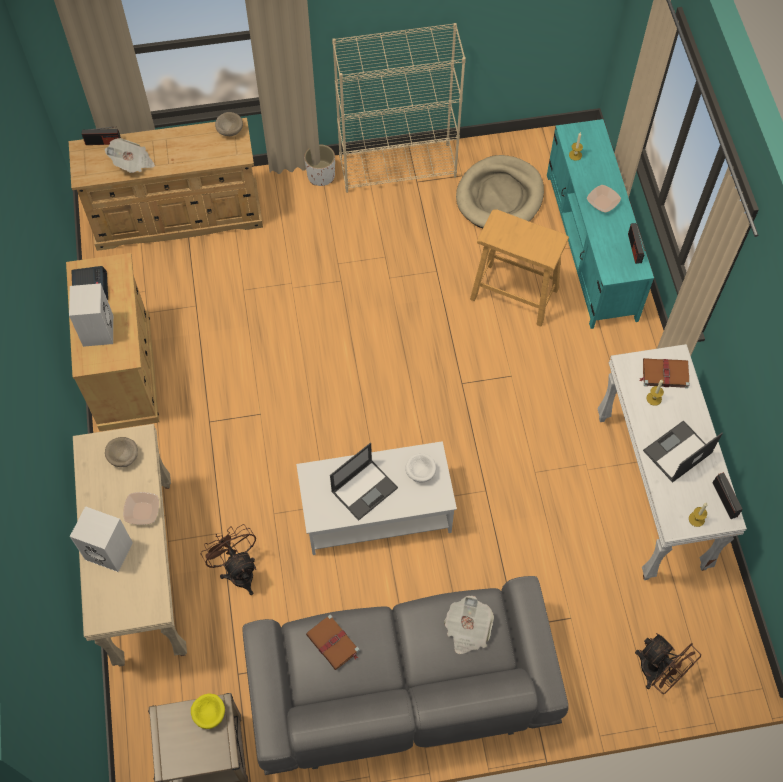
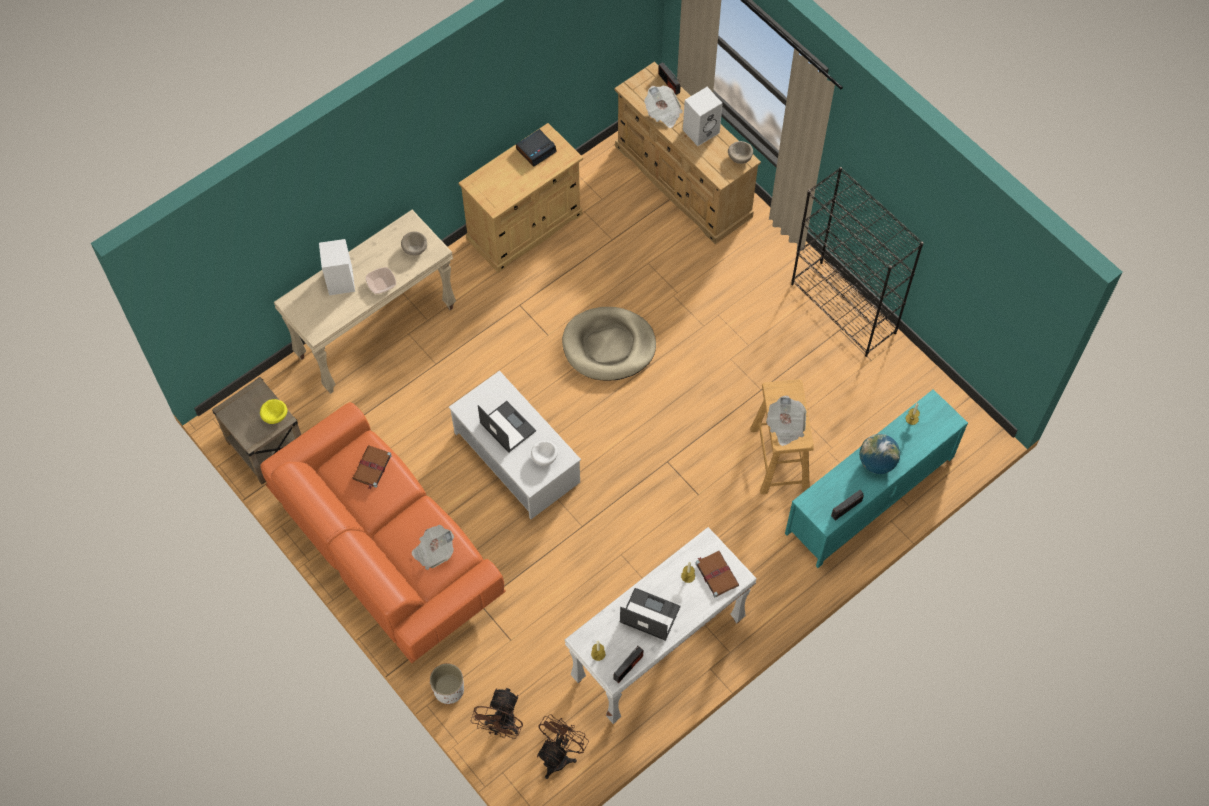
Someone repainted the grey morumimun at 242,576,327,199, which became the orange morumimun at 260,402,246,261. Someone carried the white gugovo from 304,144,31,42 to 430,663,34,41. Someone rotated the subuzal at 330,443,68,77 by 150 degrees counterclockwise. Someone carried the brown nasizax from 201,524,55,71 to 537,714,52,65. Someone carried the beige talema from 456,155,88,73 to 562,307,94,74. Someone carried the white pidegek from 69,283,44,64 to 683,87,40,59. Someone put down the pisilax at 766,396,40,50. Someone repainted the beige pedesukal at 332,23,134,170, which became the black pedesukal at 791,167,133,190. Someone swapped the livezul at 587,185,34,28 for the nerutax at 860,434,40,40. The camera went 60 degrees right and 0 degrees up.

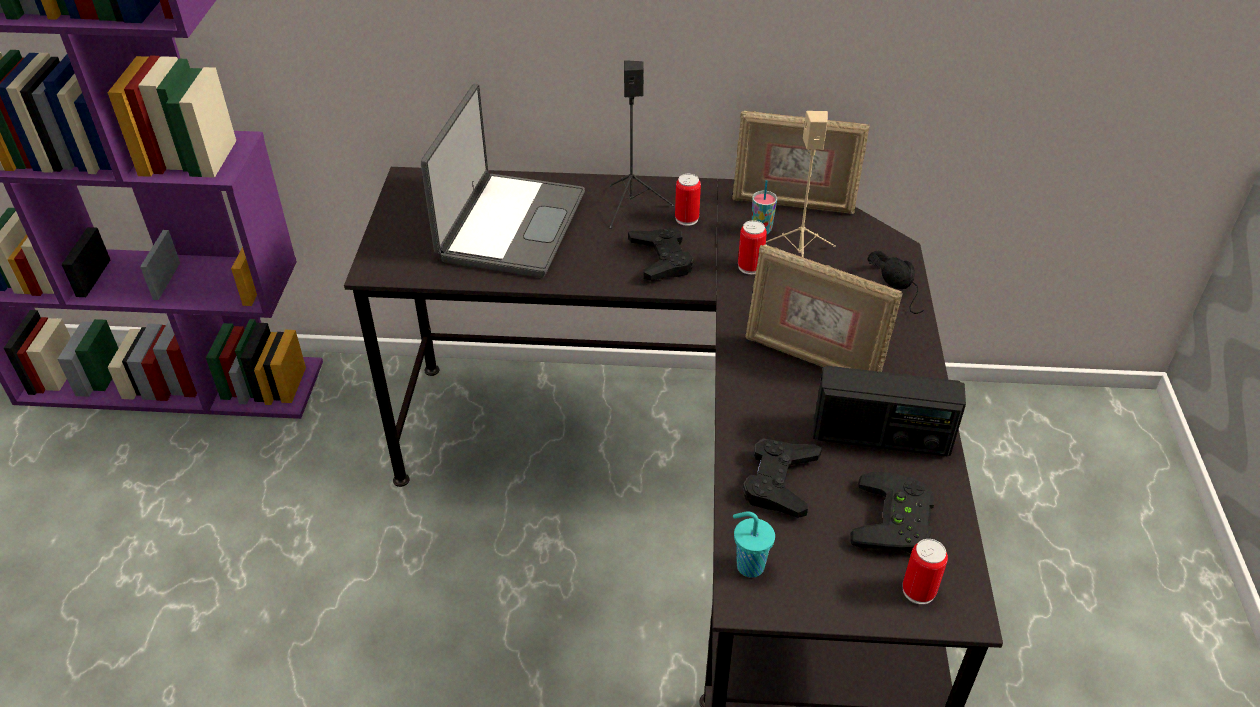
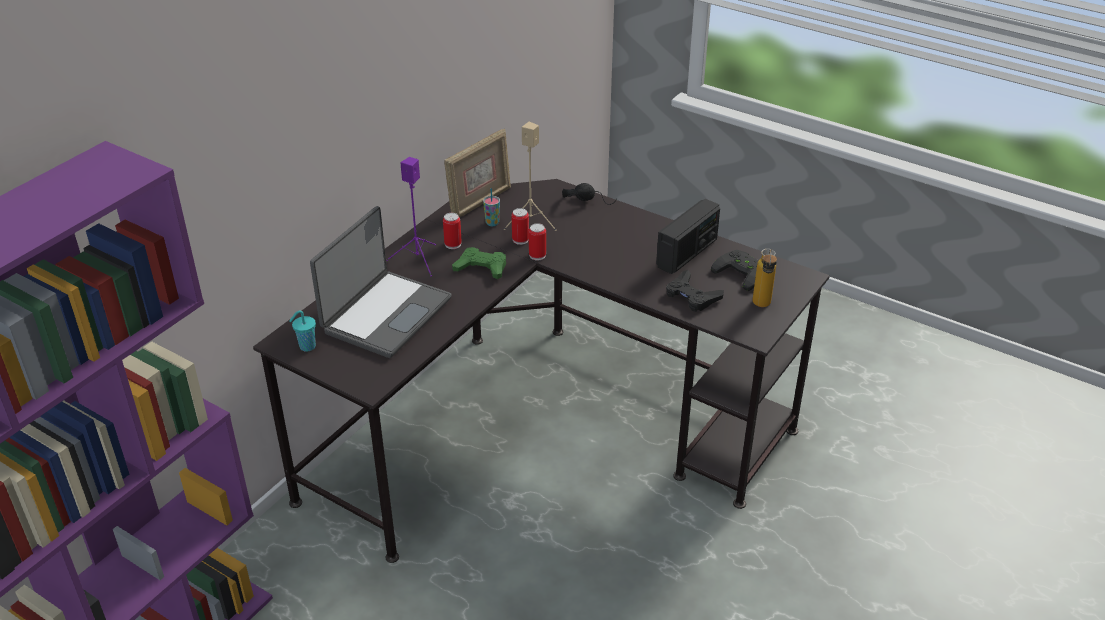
Someone carried the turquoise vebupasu from 733,511,42,67 to 289,310,27,42. Someone rotated the subuzal at 421,84,164,194 by 75 degrees clockwise. Someone repainted the black pidegek at 609,60,65,169, which became the purple pidegek at 386,157,50,119. Someone repainted the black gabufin at 628,227,66,54, which became the green gabufin at 452,247,54,32. Someone carried the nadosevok from 902,539,46,66 to 529,223,17,37. Someone put down the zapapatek at 753,249,24,58. Someone took away the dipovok at 745,244,157,128. The camera went 60 degrees left and 5 degrees down.

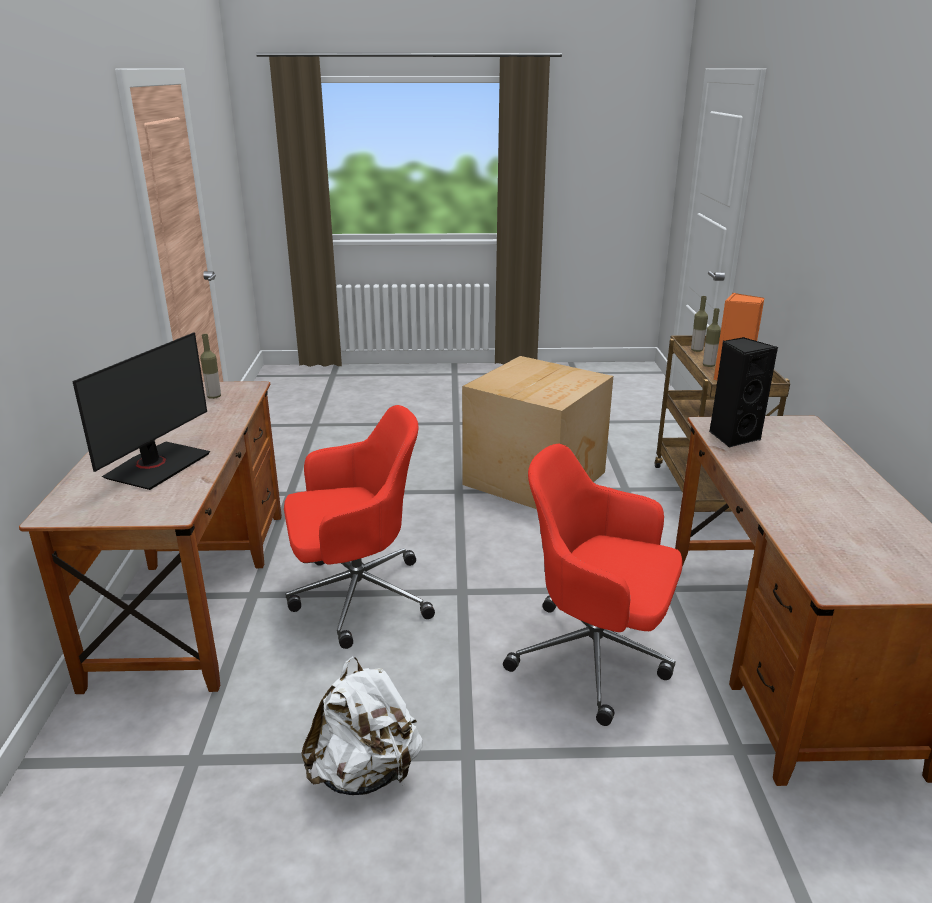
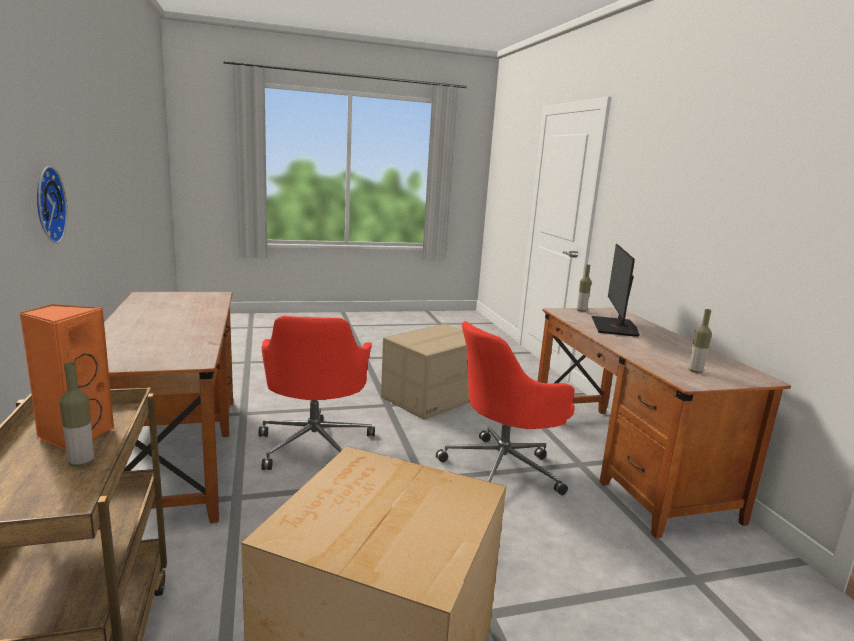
Someone put up the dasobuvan at 37,166,31,78. Someone rotated the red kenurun at 503,444,180,282 by 75 degrees clockwise. Someone swapped the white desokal at 301,656,122,139 for the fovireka at 381,324,89,96. Someone carried the zapapatek from 691,296,17,56 to 577,265,14,47. Someone took away the black pidegek at 710,337,68,111. The camera went 165 degrees right and 10 degrees down.

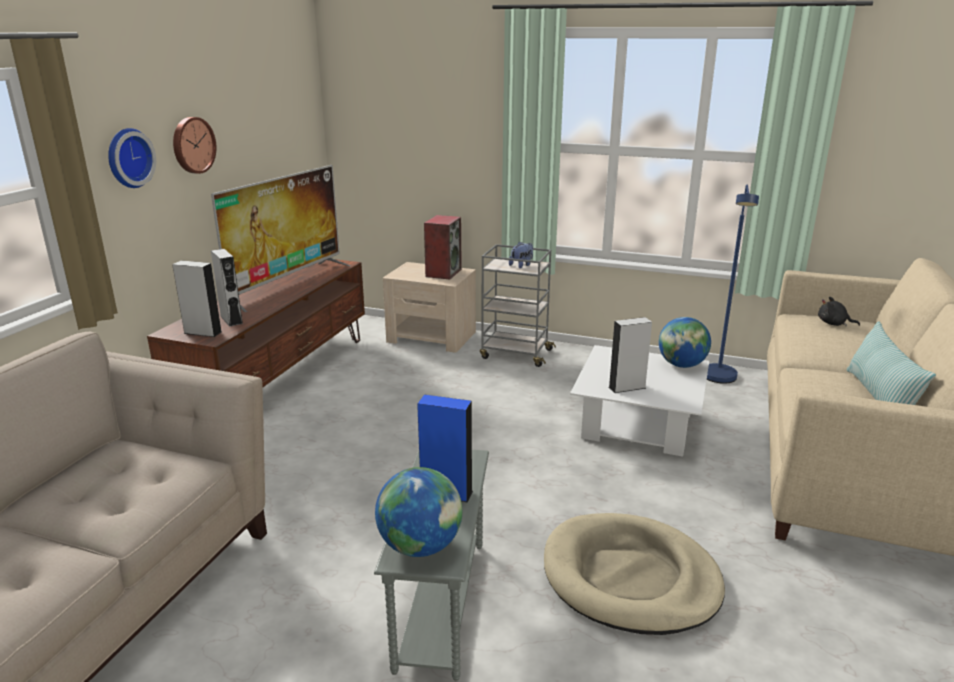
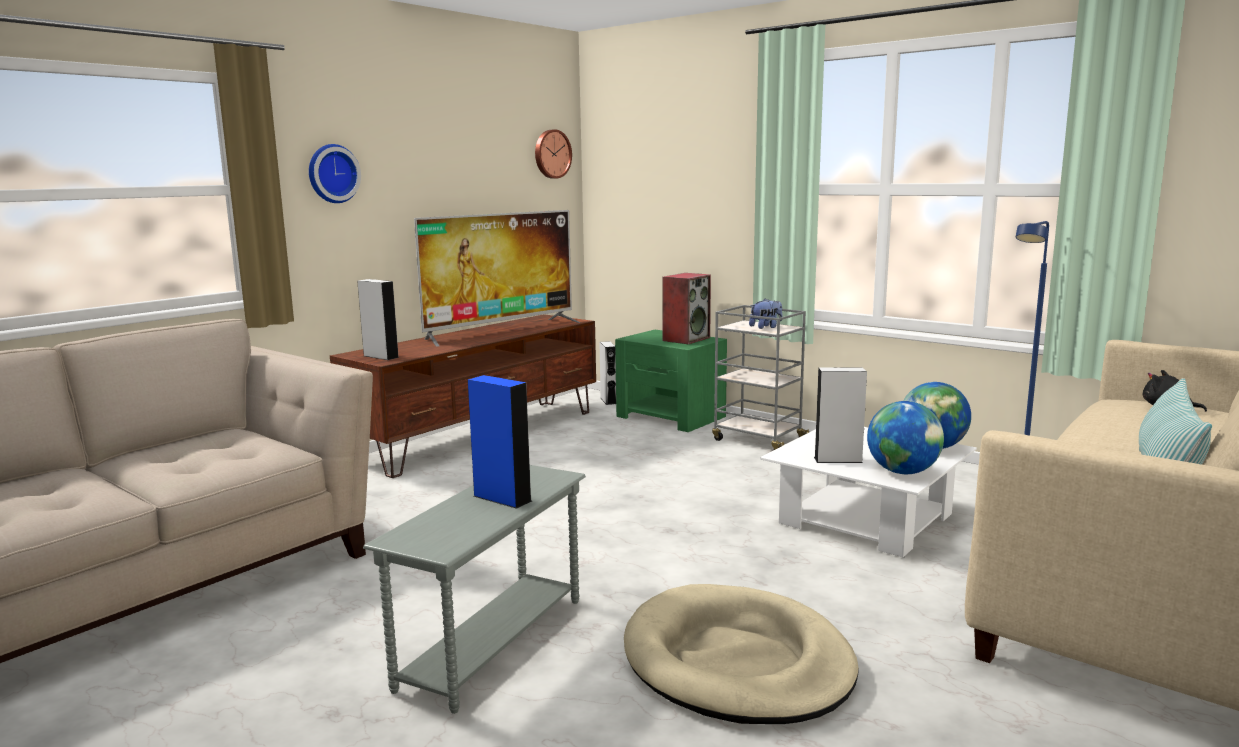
Someone carried the dasobuvan from 173,117,43,57 to 535,129,37,50. Someone carried the grey pidegek from 211,249,32,78 to 599,341,17,64. Someone repainted the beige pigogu at 383,262,93,91, which became the green pigogu at 615,330,112,102. Someone carried the nerutax from 375,467,87,90 to 867,401,77,73. The camera went 20 degrees right and 10 degrees down.

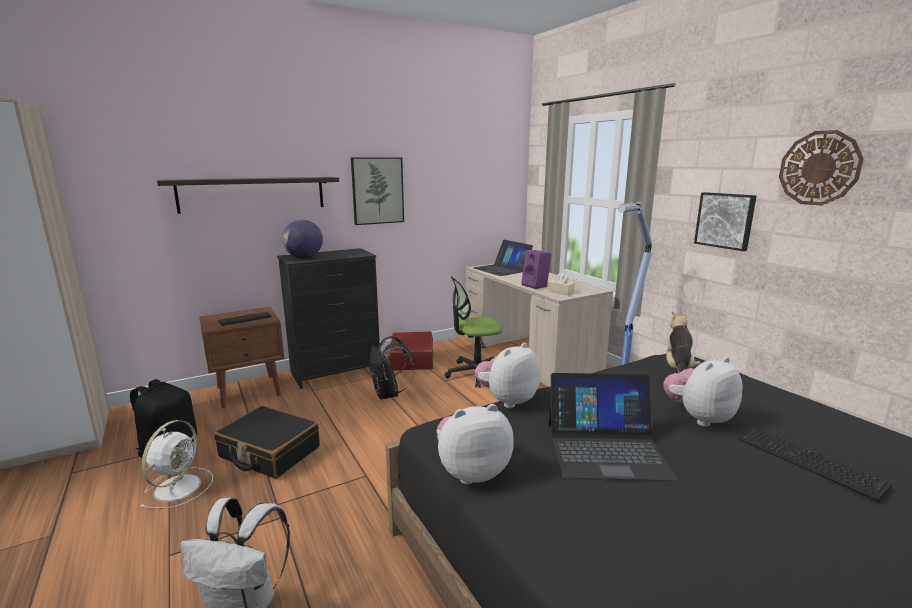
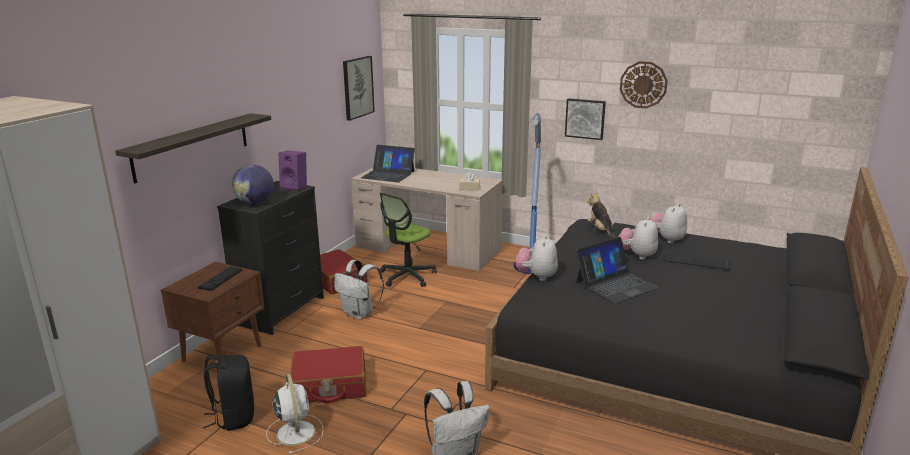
Someone carried the purple pidegek from 521,250,31,39 to 279,150,28,41. Someone repainted the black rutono at 214,406,106,73, which became the red rutono at 290,346,76,57. Someone repainted the black desokal at 369,336,46,64, which became the white desokal at 334,260,50,59. Someone carried the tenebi from 351,157,53,68 to 343,56,32,65. Someone carried the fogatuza from 437,404,77,81 to 649,204,38,39. The camera went 35 degrees left and 5 degrees up.

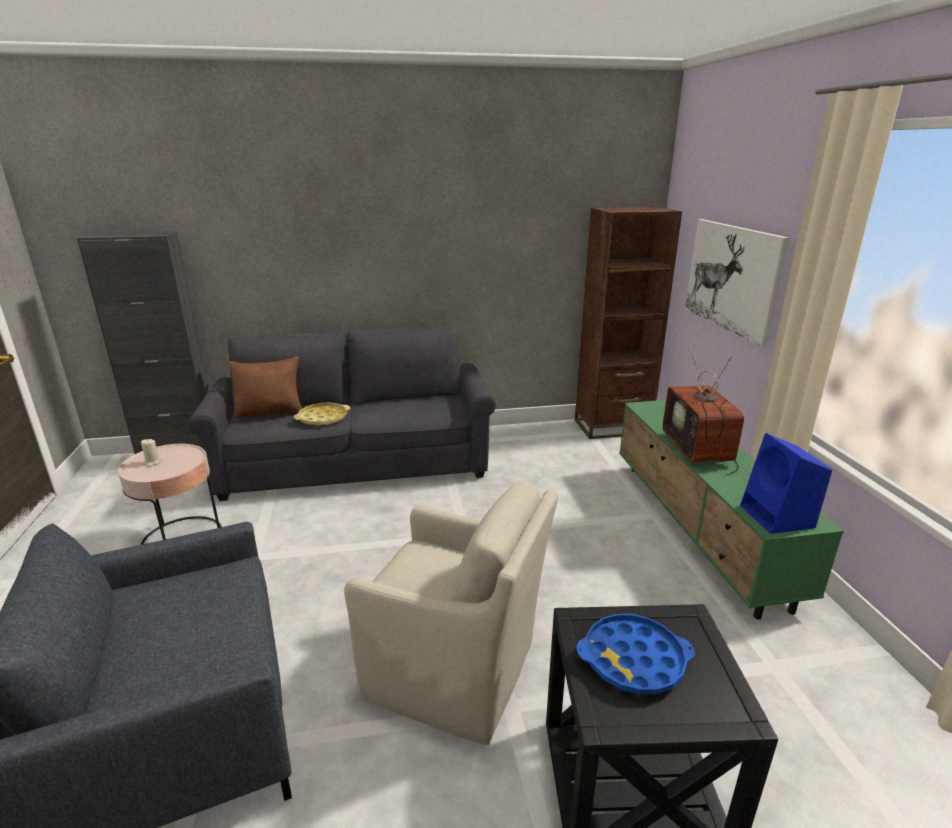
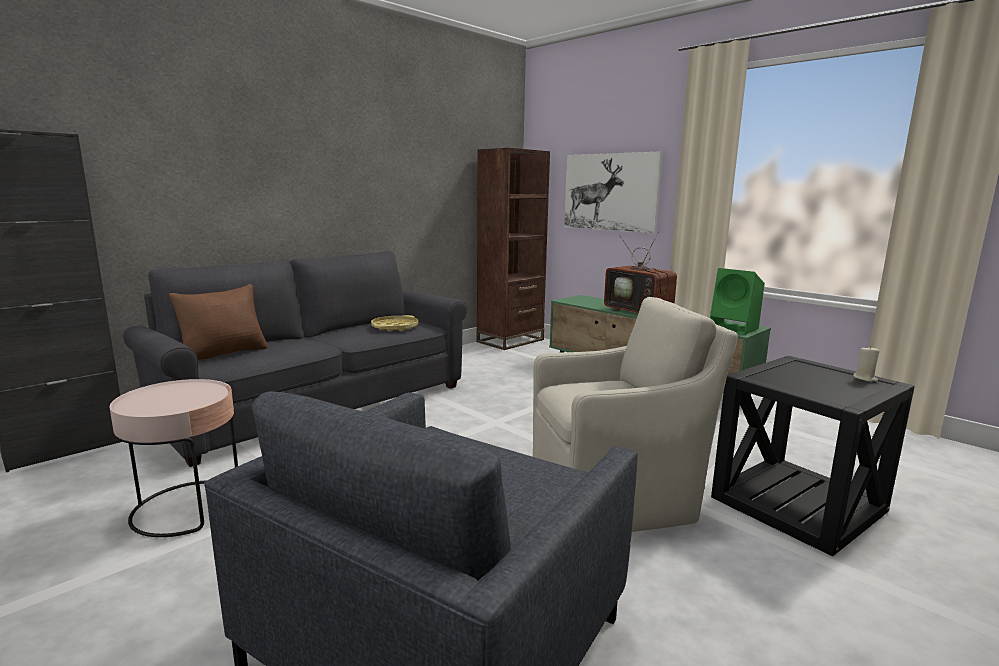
Someone carried the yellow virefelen from 294,402,56,24 to 371,315,47,16. Someone repainted the blue pidegek at 740,433,92,101, which became the green pidegek at 710,268,55,67. Someone carried the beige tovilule from 141,439,21,28 to 853,346,26,36. Someone took away the blue virefelen at 576,614,119,81. The camera went 35 degrees left and 10 degrees down.

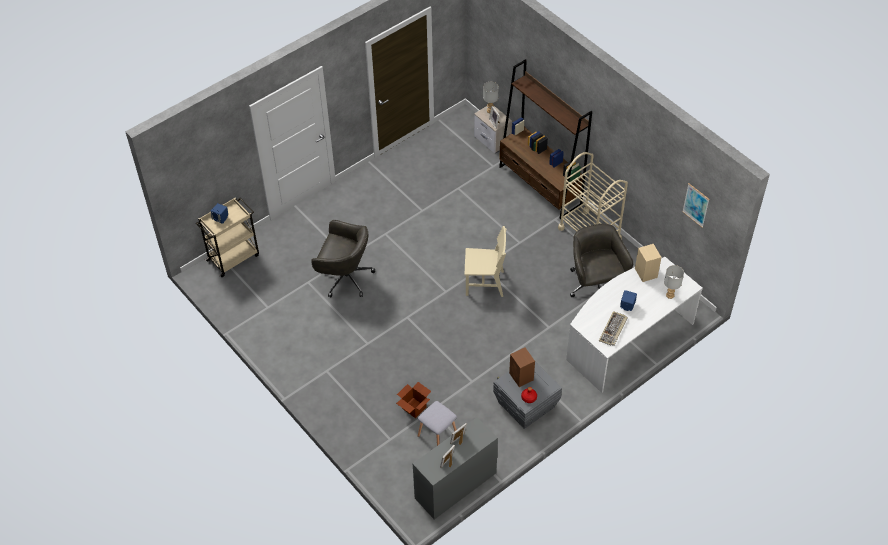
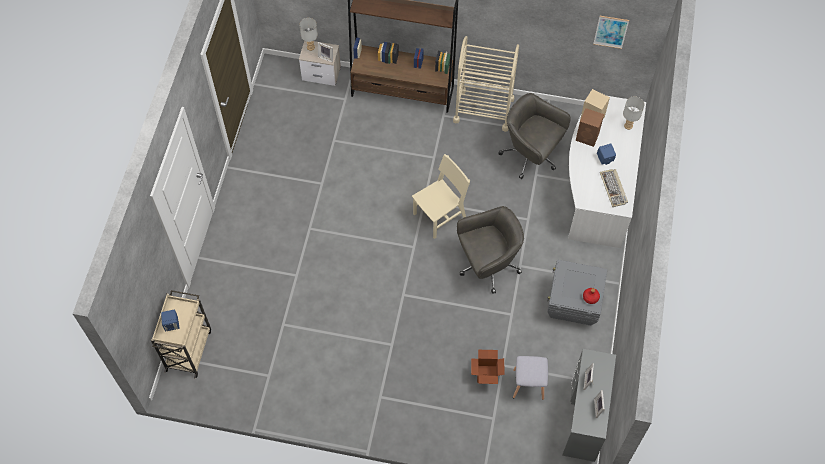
Someone carried the grey kenurun from 311,220,64,78 to 457,206,67,88. Someone carried the brown pidegek from 509,347,26,40 to 576,108,28,39. The camera went 40 degrees left and 10 degrees up.

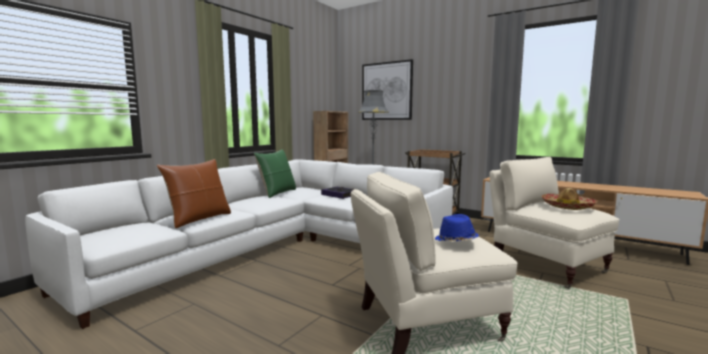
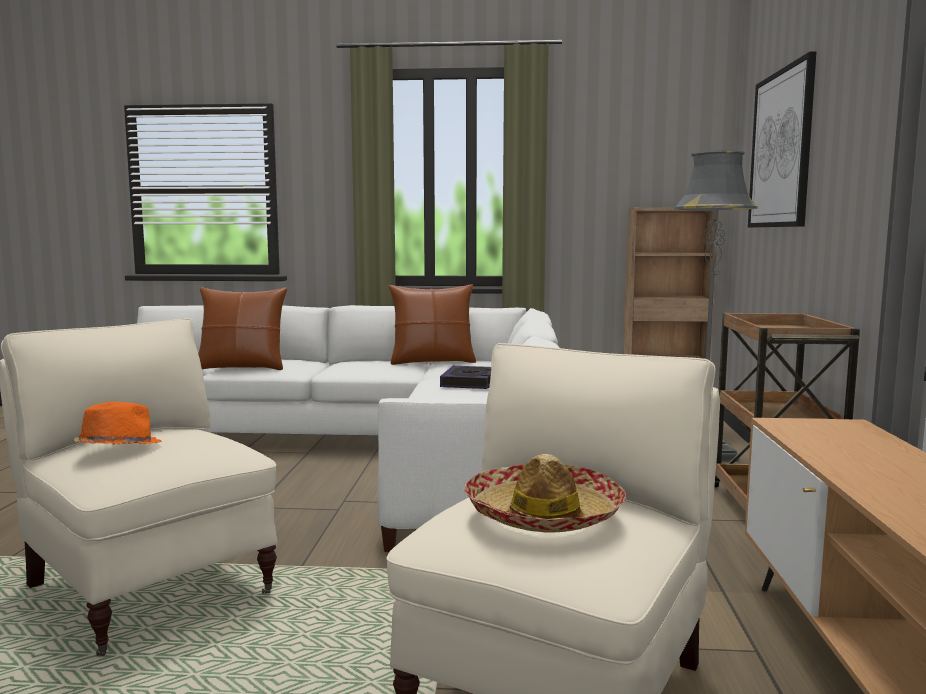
Someone repainted the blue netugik at 435,214,43,27, which became the orange netugik at 74,402,88,43. Someone repainted the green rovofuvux at 254,149,42,49, which became the brown rovofuvux at 388,284,88,81. The camera went 60 degrees right and 0 degrees up.

